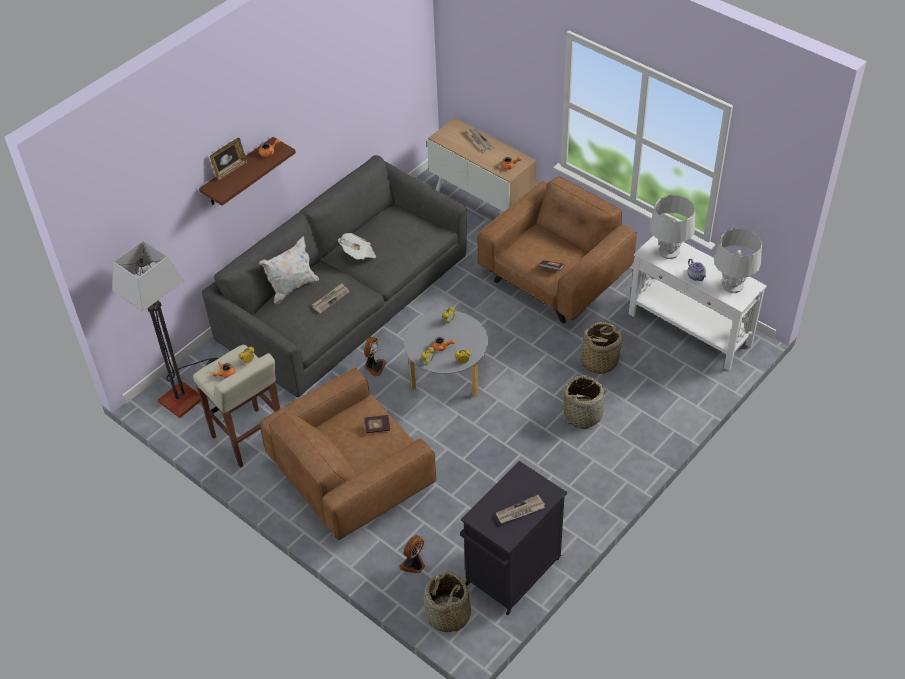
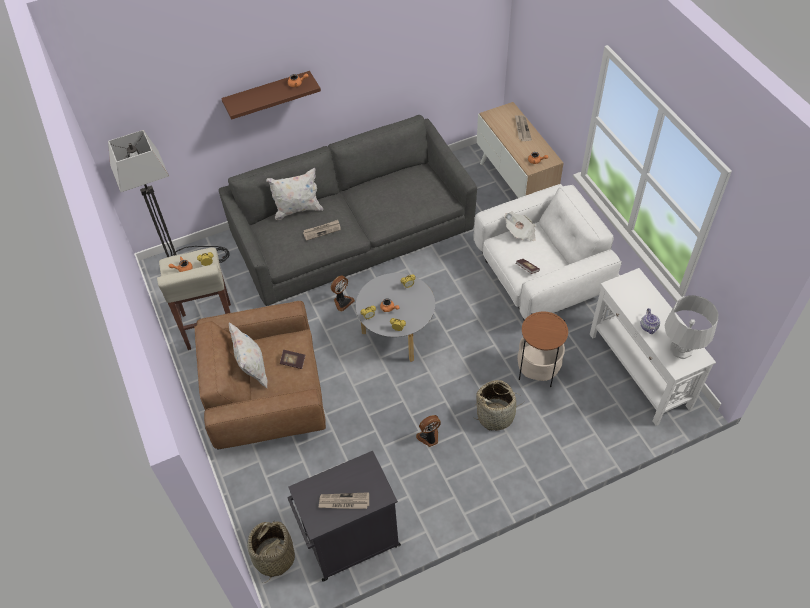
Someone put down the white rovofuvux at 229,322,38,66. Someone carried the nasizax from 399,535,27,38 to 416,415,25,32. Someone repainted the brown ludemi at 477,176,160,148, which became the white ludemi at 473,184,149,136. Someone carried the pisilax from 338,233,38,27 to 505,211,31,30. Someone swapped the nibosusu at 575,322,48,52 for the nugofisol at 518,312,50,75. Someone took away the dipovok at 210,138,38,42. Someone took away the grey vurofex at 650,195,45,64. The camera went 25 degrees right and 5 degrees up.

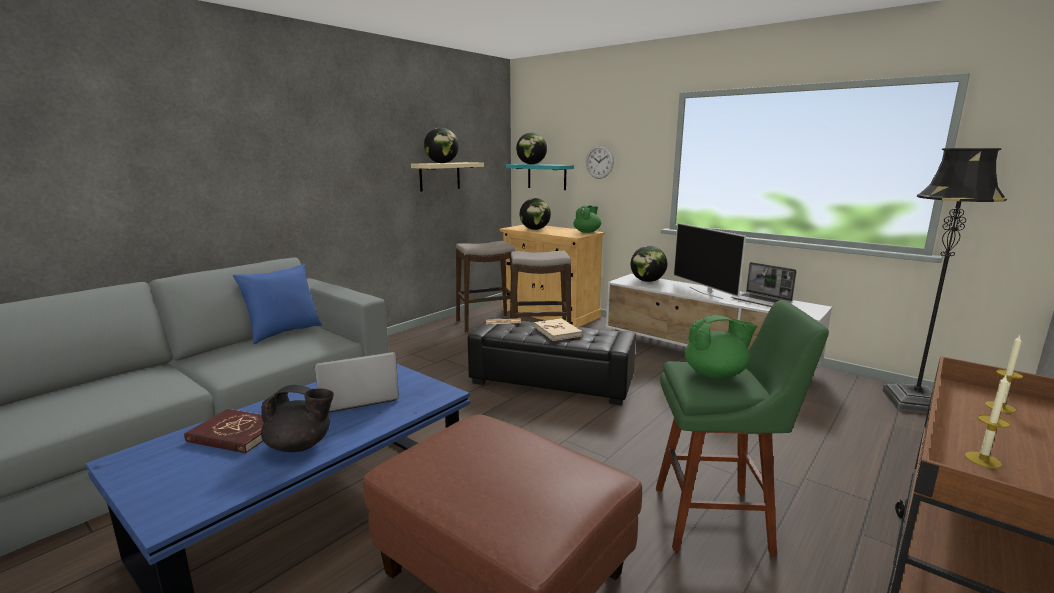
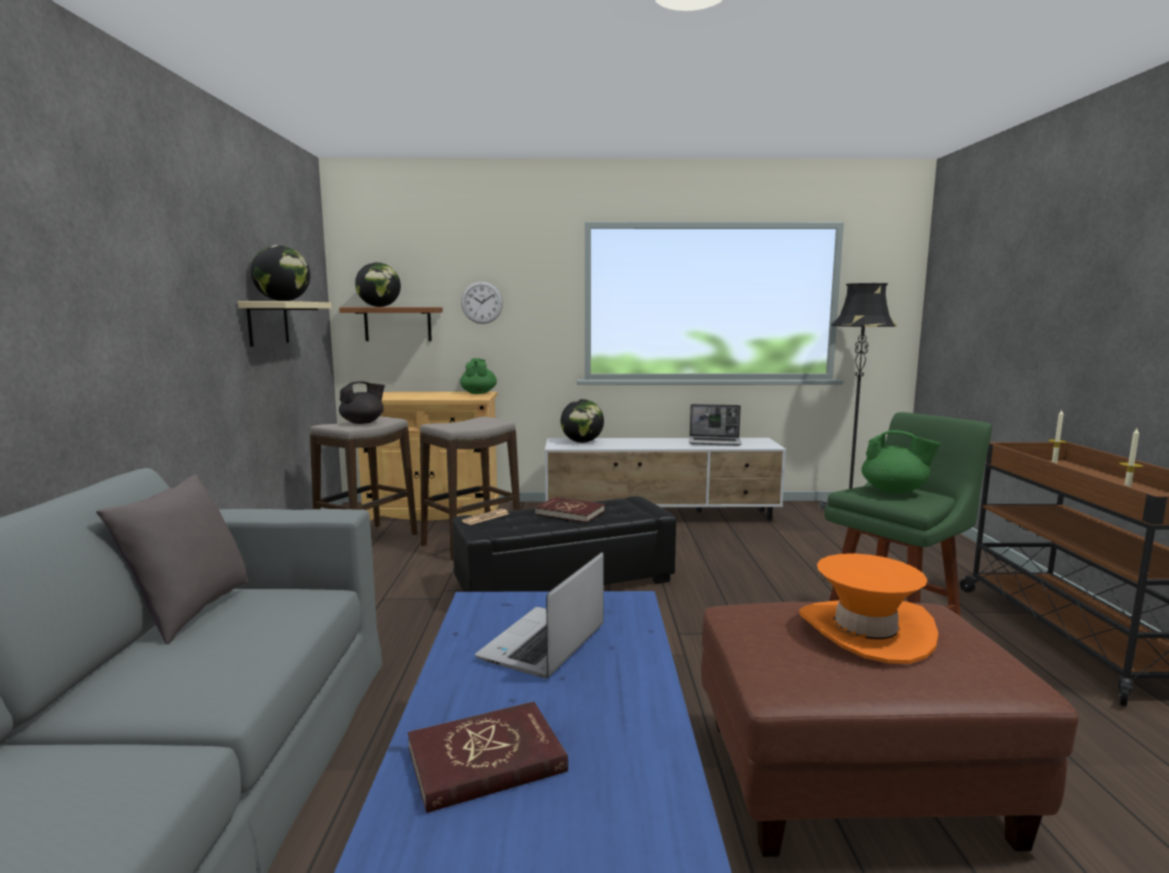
Someone repainted the blue rovofuvux at 233,264,90,80, which became the grey rovofuvux at 96,474,153,170. Someone repainted the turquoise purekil at 506,164,68,26, which became the brown purekil at 339,307,104,34. Someone carried the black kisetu from 261,385,73,67 to 339,381,46,43. Someone repainted the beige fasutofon at 534,318,48,23, which became the red fasutofon at 535,497,70,26. Someone put down the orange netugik at 799,553,139,111. Someone rotated the green kisetu at 685,315,72,64 by 75 degrees clockwise. Someone took away the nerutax at 520,198,31,32. Someone took away the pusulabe at 673,223,73,76. The camera went 40 degrees left and 5 degrees down.

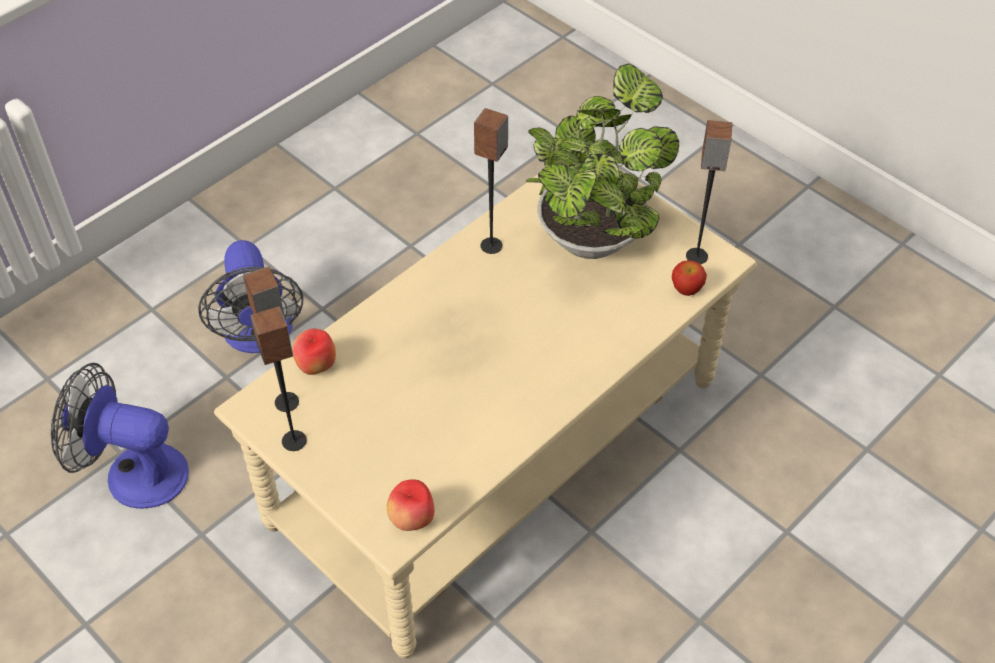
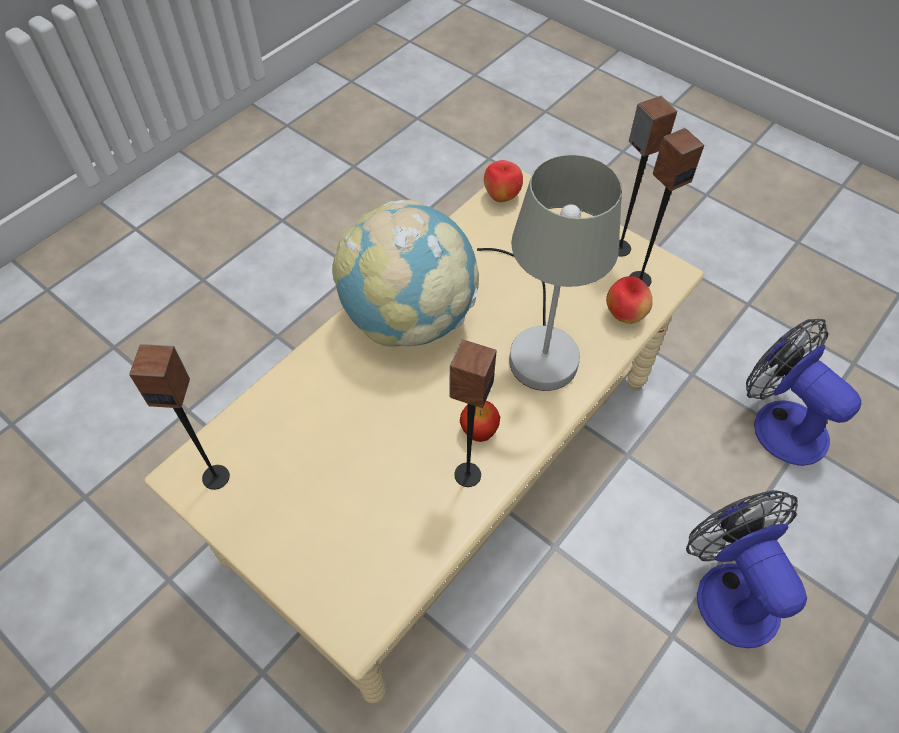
Someone put down the nerutax at 332,200,147,147. Someone carried the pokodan from 672,260,35,36 to 460,401,40,41. Someone put down the grey vurofex at 477,155,145,236. Someone rotated the nasizax at 51,363,138,146 by 135 degrees counterclockwise. Someone took away the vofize at 525,63,154,196. The camera went 175 degrees right and 5 degrees up.

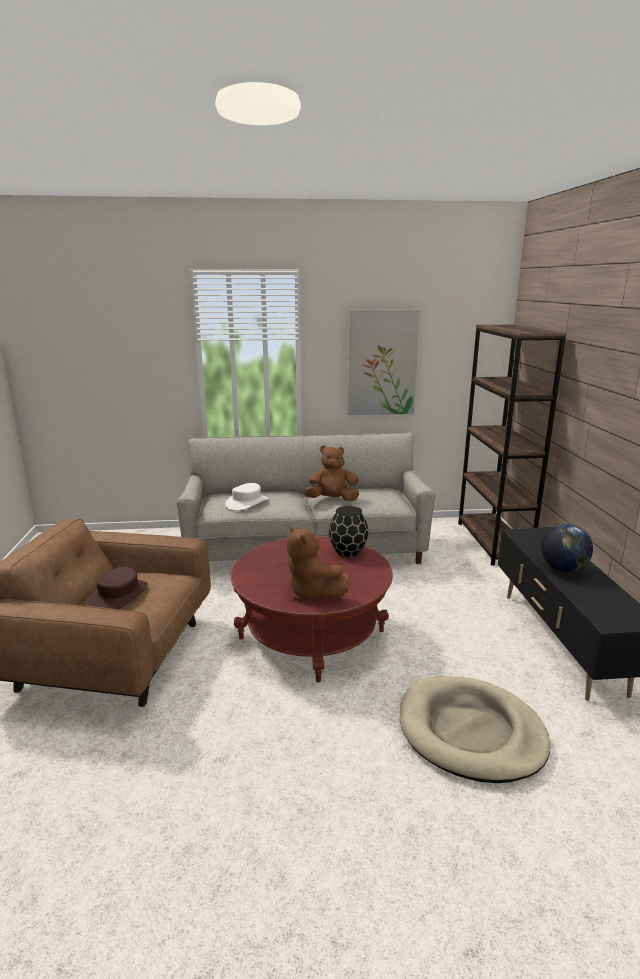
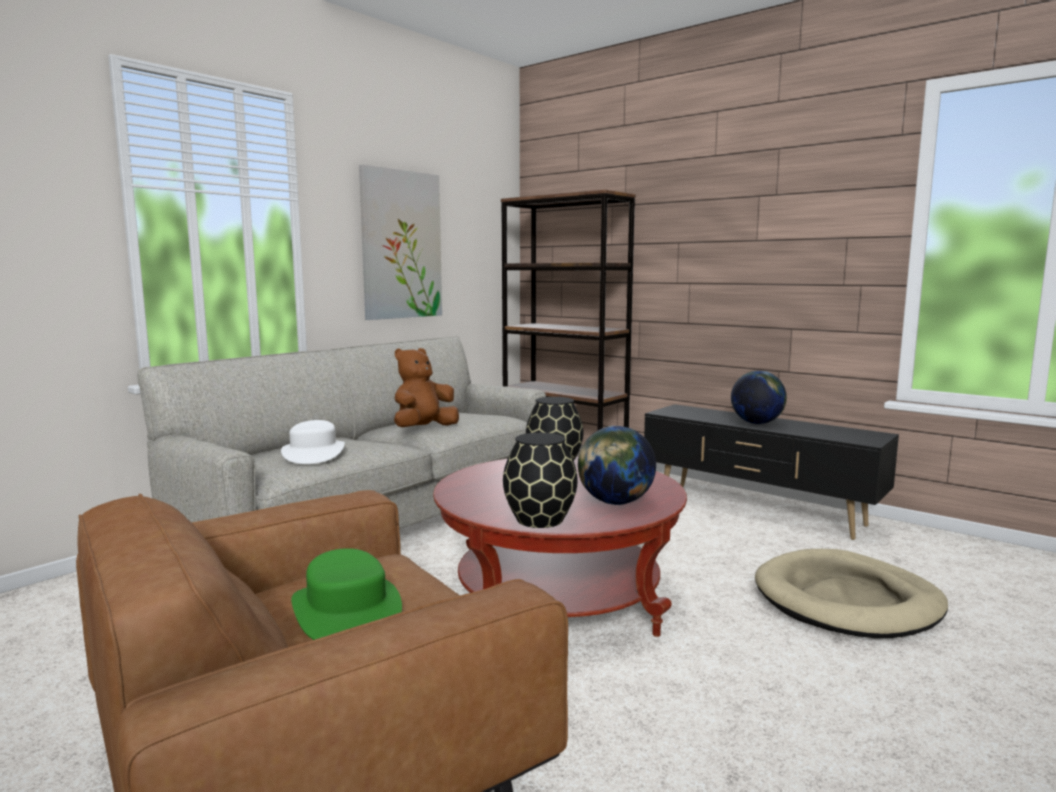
Someone repainted the brown netugik at 88,567,60,43, which became the green netugik at 291,548,111,92. Someone put down the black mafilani at 503,433,75,95. Someone swapped the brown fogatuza at 287,526,63,74 for the nerutax at 578,426,78,79. The camera went 45 degrees left and 10 degrees down.

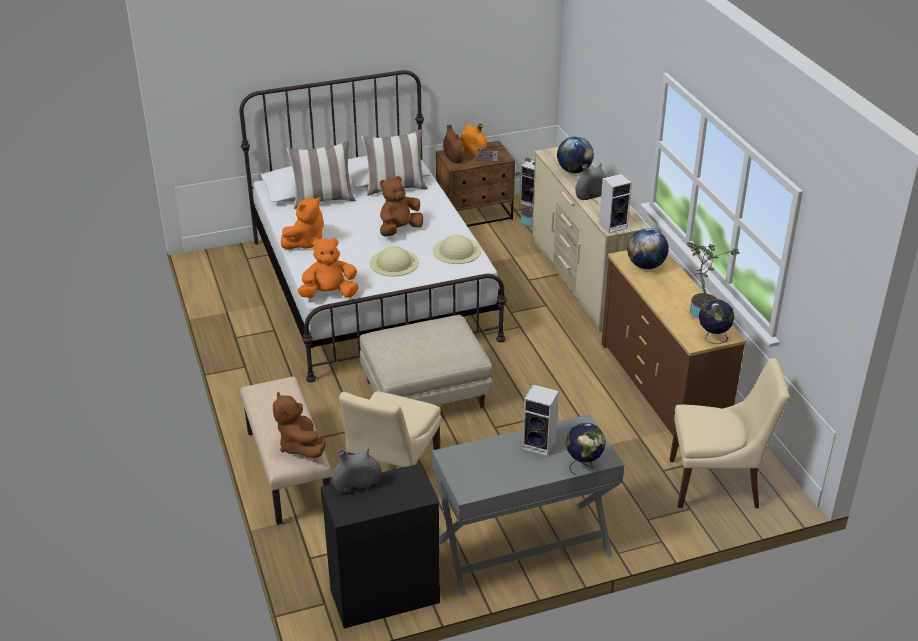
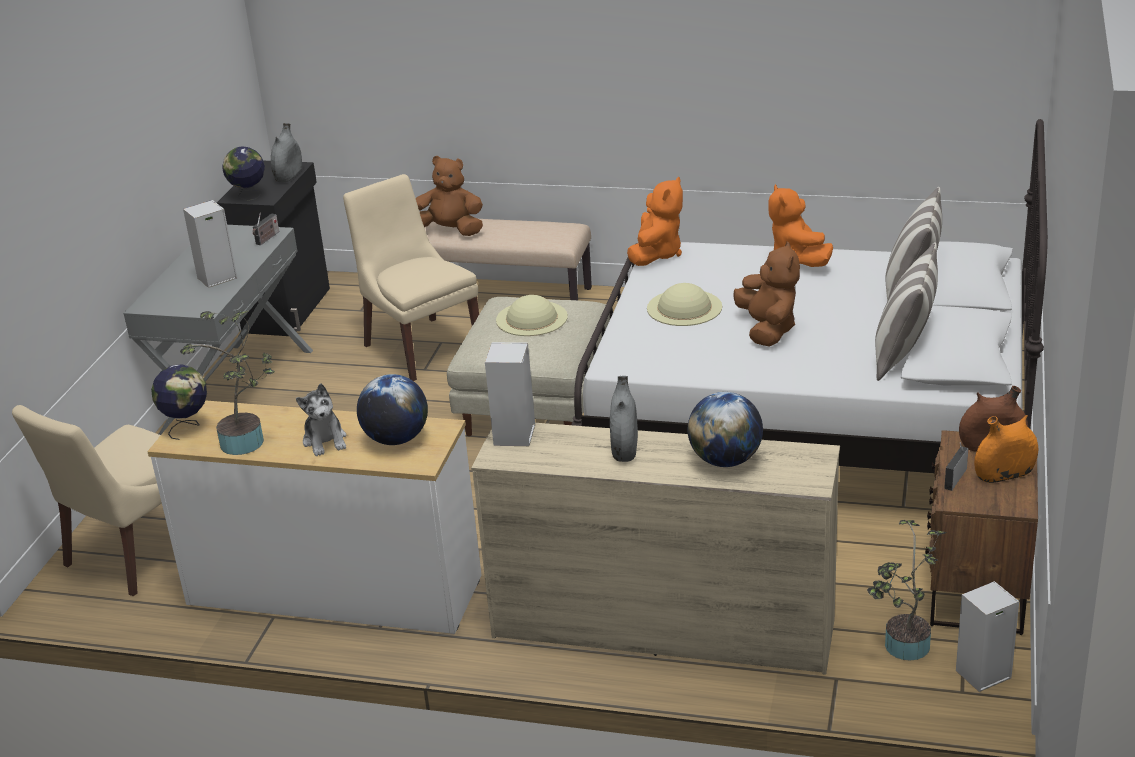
Someone repainted the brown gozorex at 601,250,145,197, which became the white gozorex at 147,400,334,234. Someone carried the nerutax from 566,423,40,52 to 222,146,43,55. Someone put down the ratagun at 253,213,26,32. Someone put down the fogatuza at 296,384,50,72. Someone carried the beige netugik from 433,235,48,29 to 496,295,72,41. The camera went 125 degrees right and 5 degrees down.

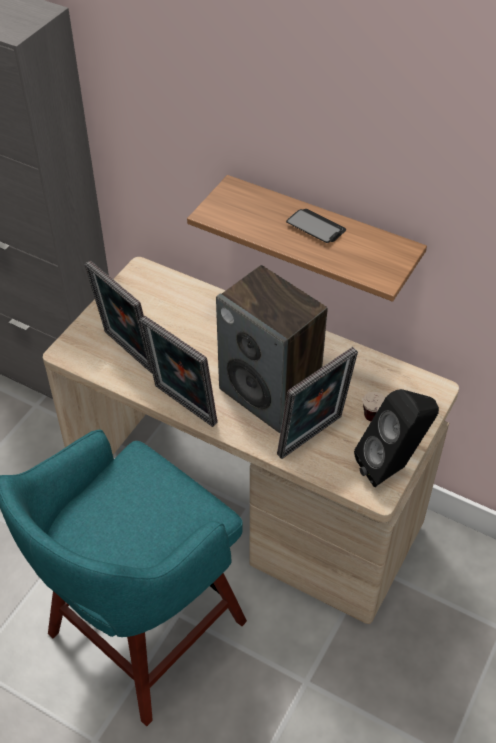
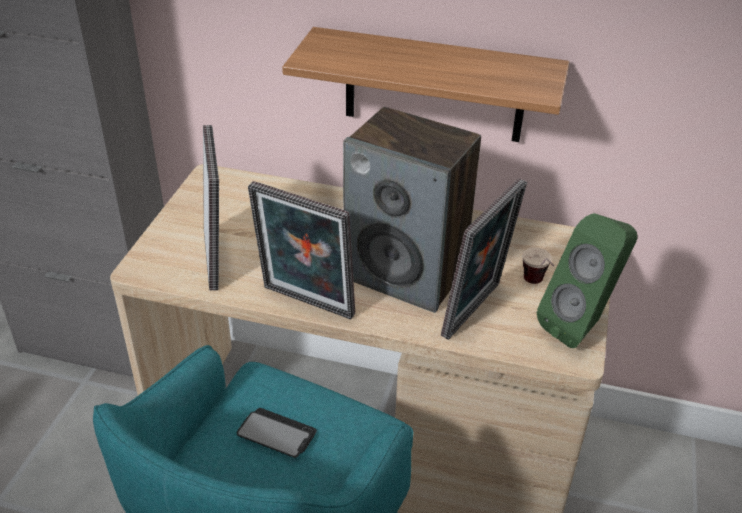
Someone rotated the dipovok at 85,261,67,112 by 135 degrees counterclockwise. Someone carried the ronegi from 286,209,60,34 to 237,408,80,50. Someone repainted the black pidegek at 354,389,85,98, which became the green pidegek at 537,213,100,135. The camera went 15 degrees left and 10 degrees down.

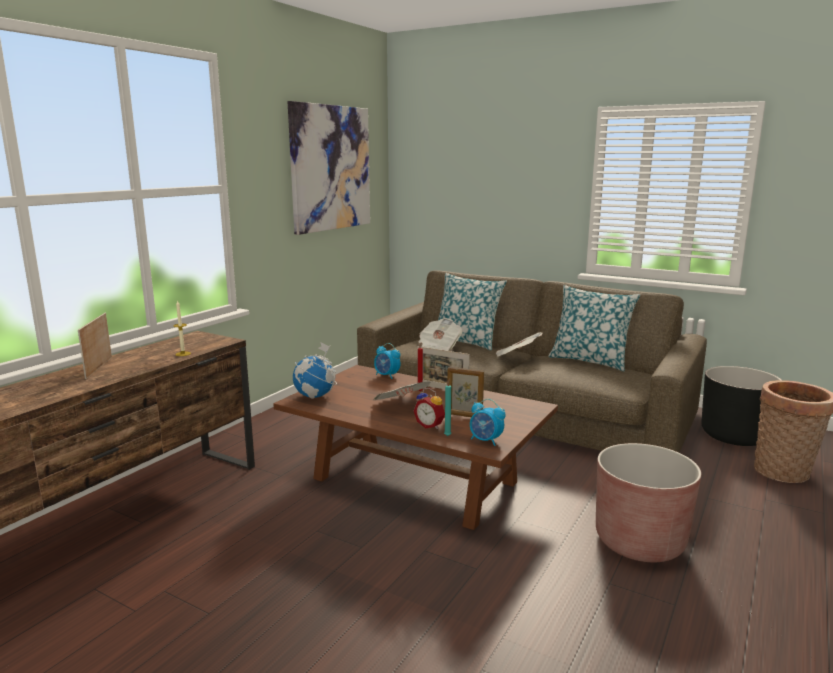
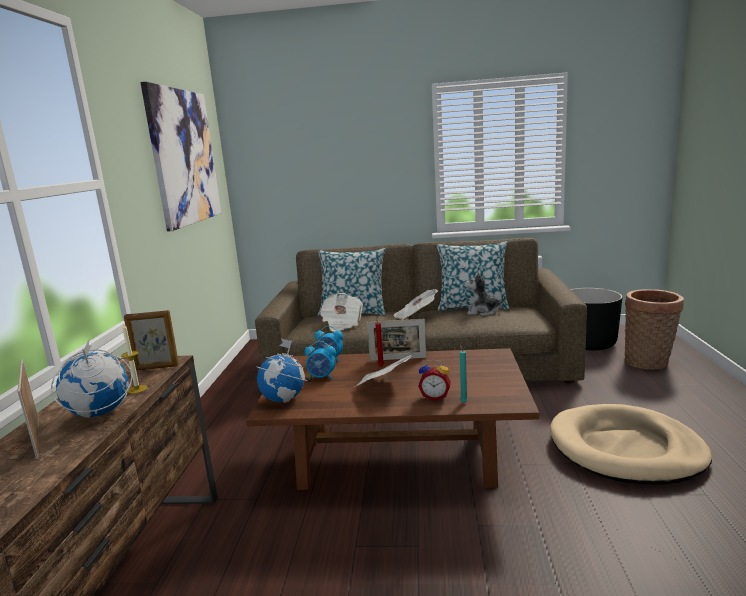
Someone put down the nerutax at 51,340,81,78. Someone carried the dipovok from 447,367,37,50 to 124,310,55,60. Someone carried the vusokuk from 470,399,36,47 to 305,341,31,39. Someone put down the fogatuza at 464,272,42,44. Someone swapped the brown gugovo at 596,443,105,119 for the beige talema at 550,404,162,81. The camera went 25 degrees left and 0 degrees up.

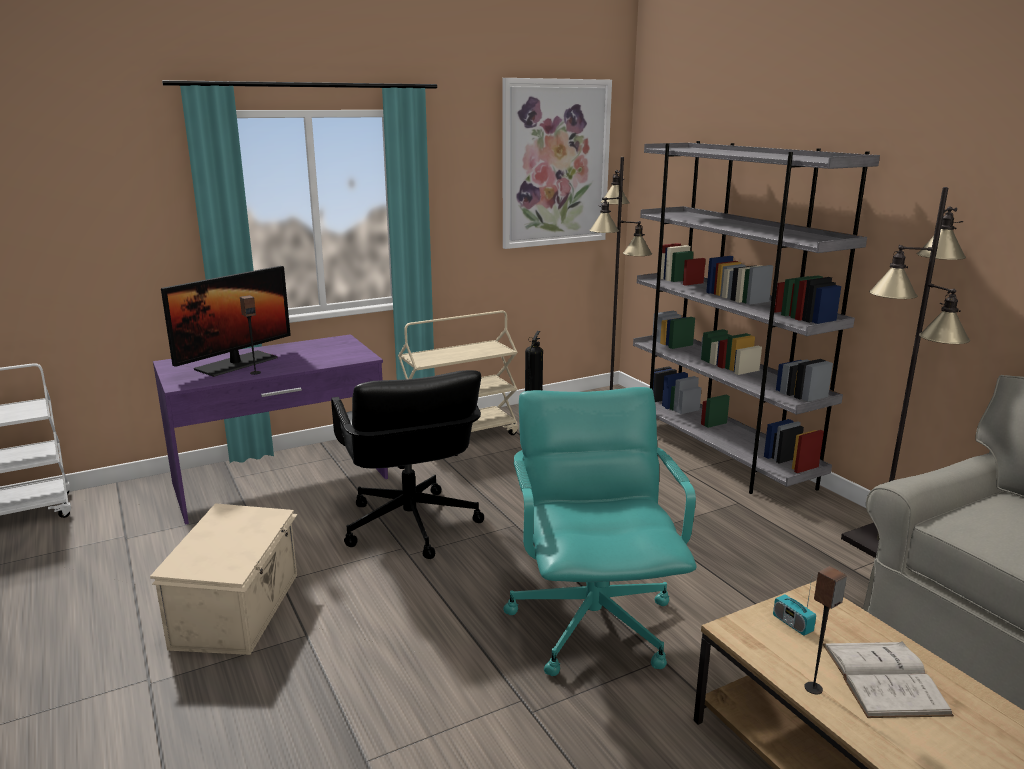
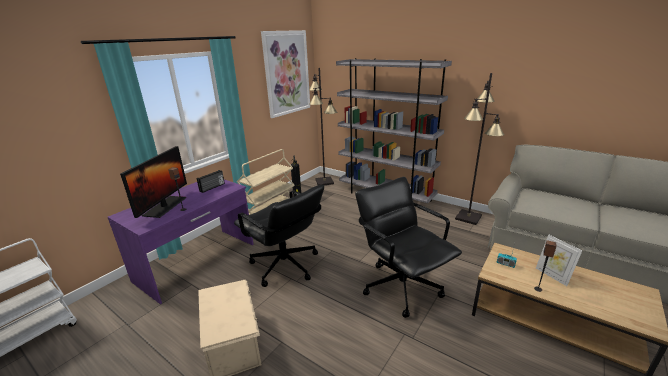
Someone put down the ratagun at 197,170,28,23. Someone repainted the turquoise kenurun at 503,387,194,289, which became the black kenurun at 355,177,107,141. Someone swapped the white fasutofon at 823,642,131,76 for the dipovok at 536,234,46,52. The camera went 25 degrees left and 5 degrees up.

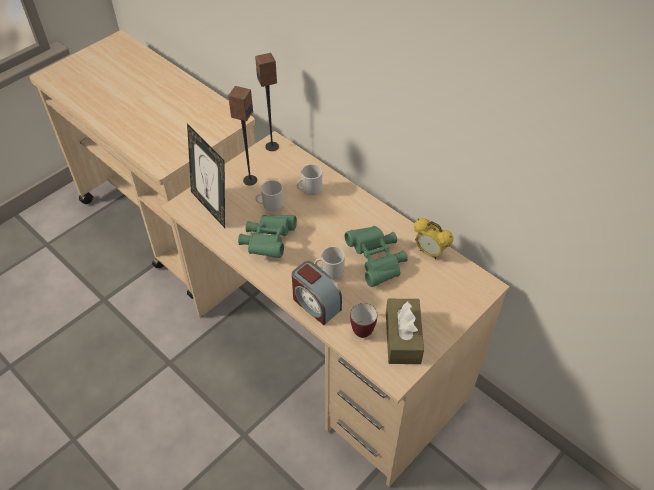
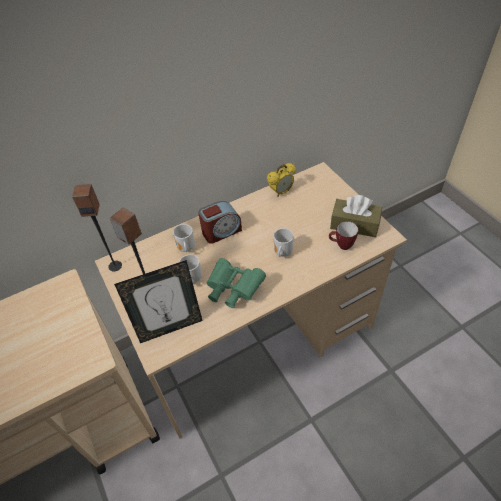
Someone carried the vusokuk from 292,261,50,64 to 198,201,44,43. Someone took away the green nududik at 345,226,63,61. The camera went 70 degrees left and 0 degrees up.

